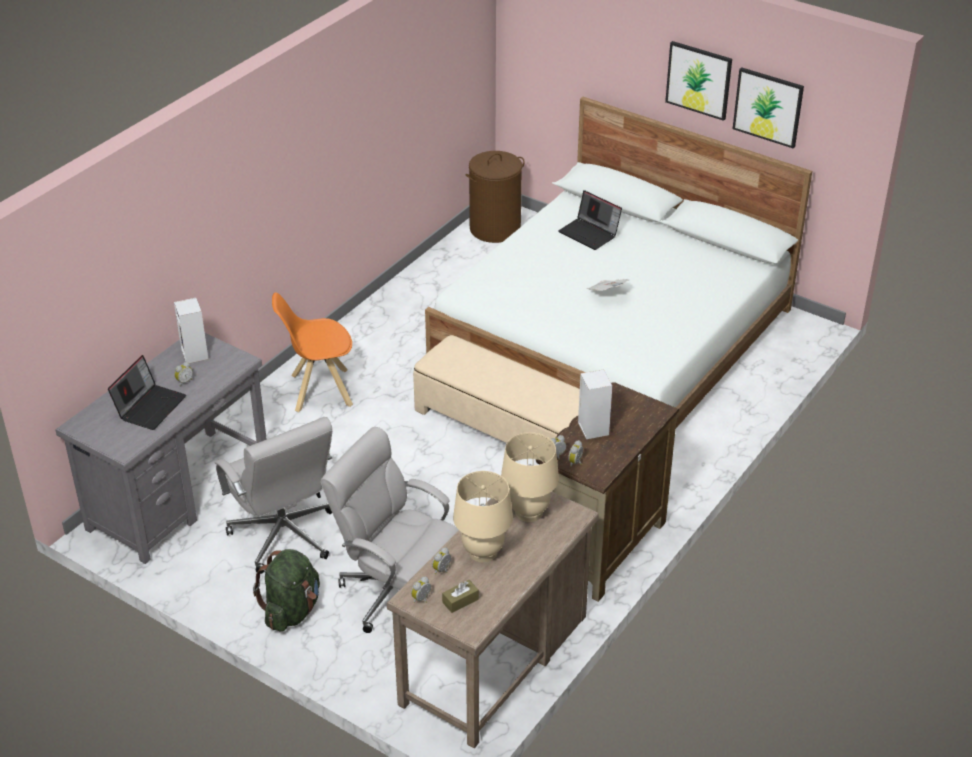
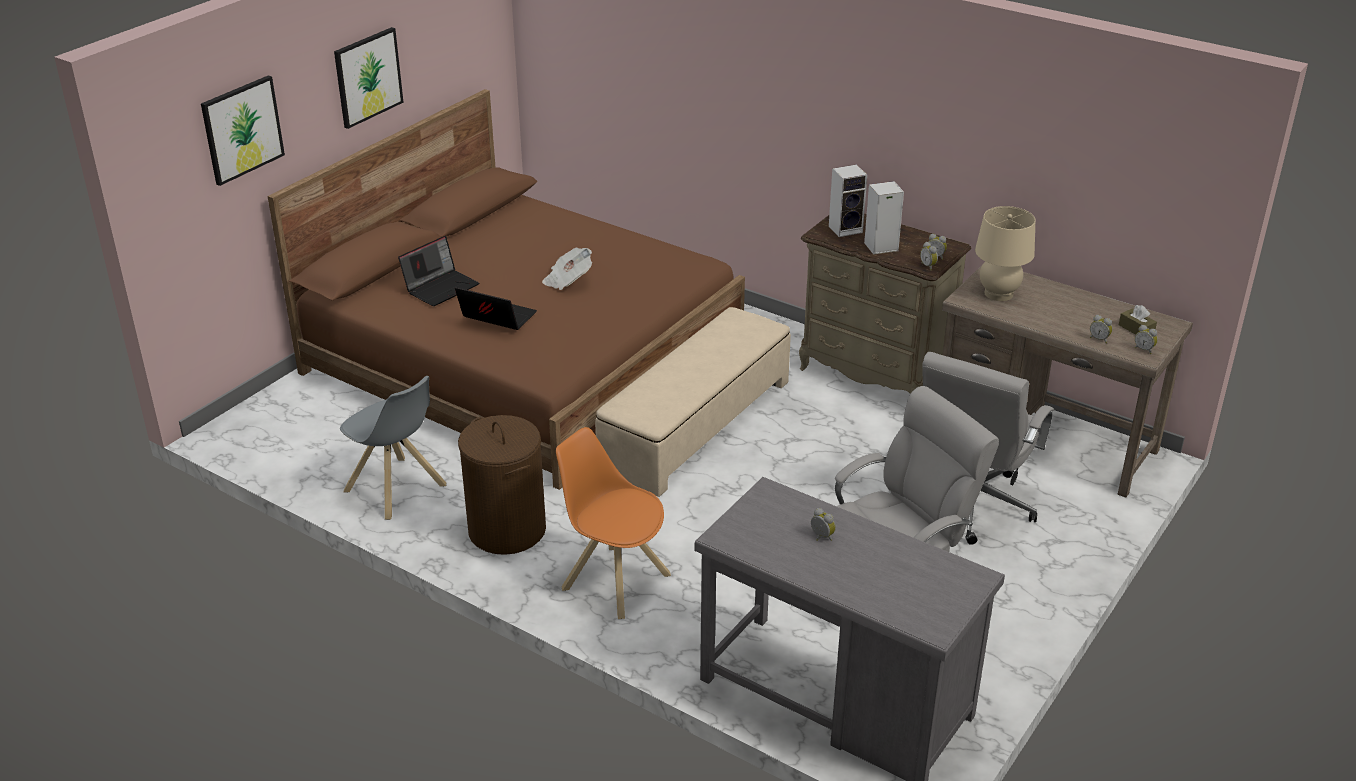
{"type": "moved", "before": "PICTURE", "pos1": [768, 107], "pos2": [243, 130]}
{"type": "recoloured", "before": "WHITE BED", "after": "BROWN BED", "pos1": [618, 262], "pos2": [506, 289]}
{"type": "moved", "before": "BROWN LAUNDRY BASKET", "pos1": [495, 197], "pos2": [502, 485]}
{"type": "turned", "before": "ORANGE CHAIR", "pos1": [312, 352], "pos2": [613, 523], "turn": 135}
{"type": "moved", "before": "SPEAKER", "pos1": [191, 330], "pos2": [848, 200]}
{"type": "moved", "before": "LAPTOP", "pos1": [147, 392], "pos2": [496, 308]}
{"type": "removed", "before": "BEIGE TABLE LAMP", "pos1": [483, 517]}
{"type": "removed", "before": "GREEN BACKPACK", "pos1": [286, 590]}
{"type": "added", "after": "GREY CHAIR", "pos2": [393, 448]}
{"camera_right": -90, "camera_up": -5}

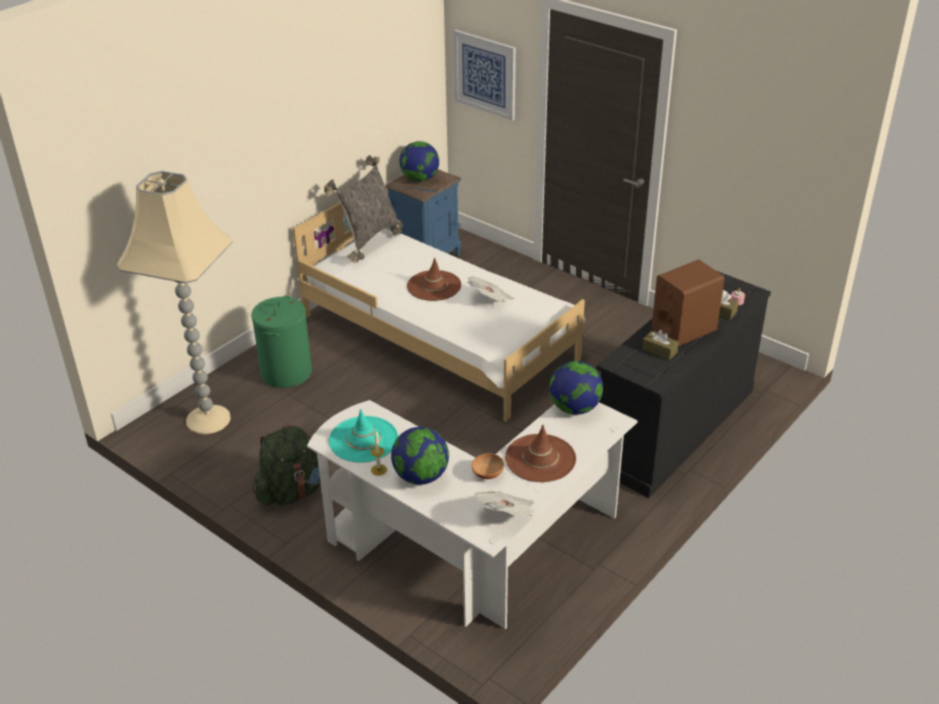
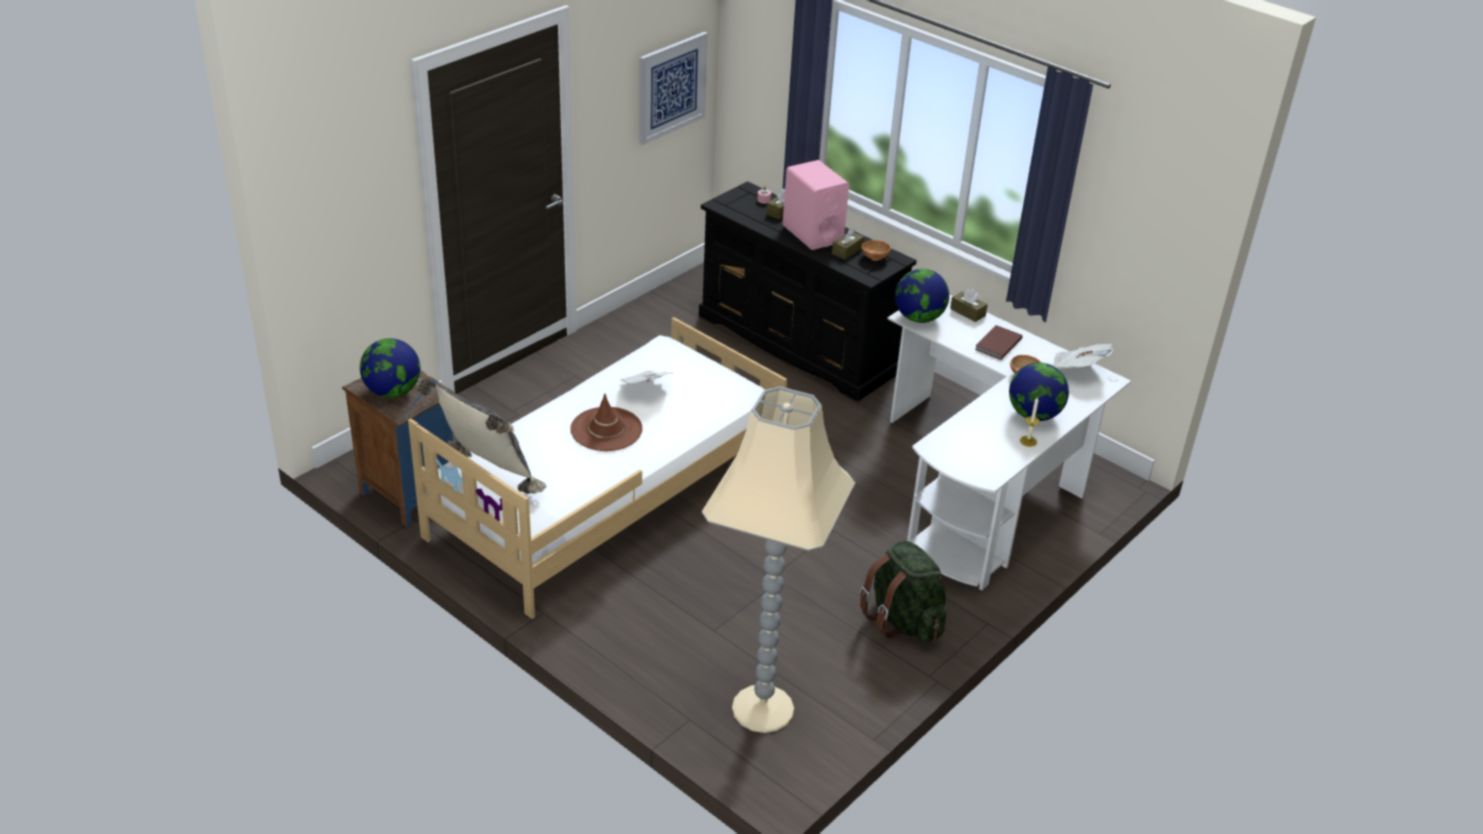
{"type": "moved", "before": "PICTURE", "pos1": [484, 75], "pos2": [673, 88]}
{"type": "recoloured", "before": "BROWN SPEAKER", "after": "PINK SPEAKER", "pos1": [688, 303], "pos2": [816, 205]}
{"type": "removed", "before": "GREEN LAUNDRY BASKET", "pos1": [281, 342]}
{"type": "removed", "before": "TURQUOISE HAT", "pos1": [363, 436]}
{"type": "replaced", "before": "BROWN HAT", "after": "BROWN BOOK", "pos1": [540, 453], "pos2": [998, 342]}
{"type": "added", "after": "BROWN BOWL", "pos2": [876, 250]}
{"type": "added", "after": "BROWN TISSUE BOX", "pos2": [969, 305]}
{"camera_right": -90, "camera_up": 0}

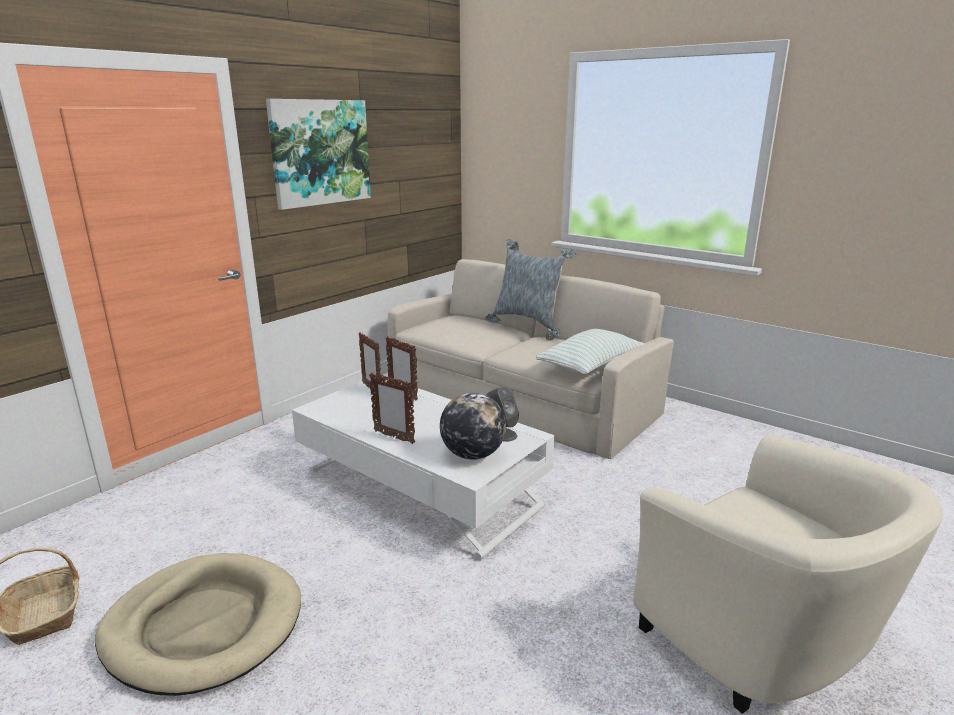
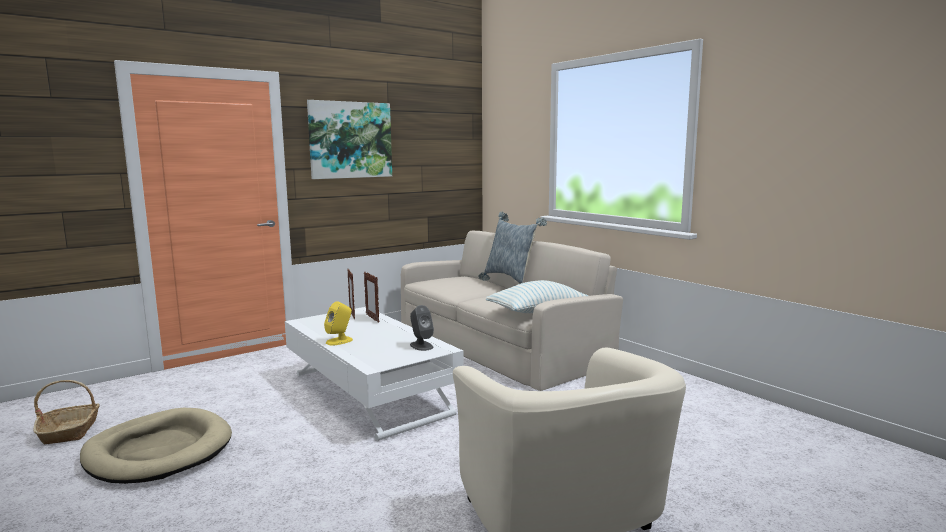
{"type": "replaced", "before": "PICTURE FRAME", "after": "YELLOW SPEAKER", "pos1": [392, 408], "pos2": [338, 323]}
{"type": "removed", "before": "GLOBE", "pos1": [473, 426]}
{"camera_right": 15, "camera_up": -10}

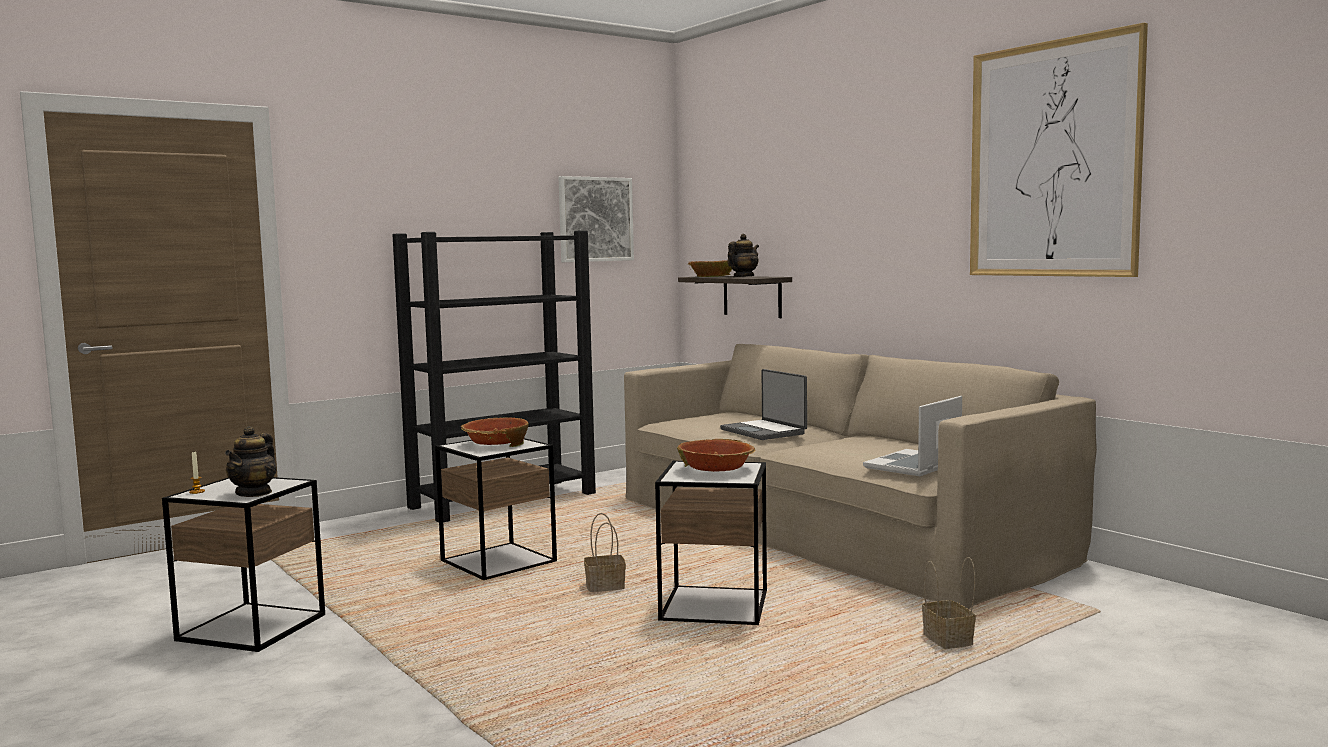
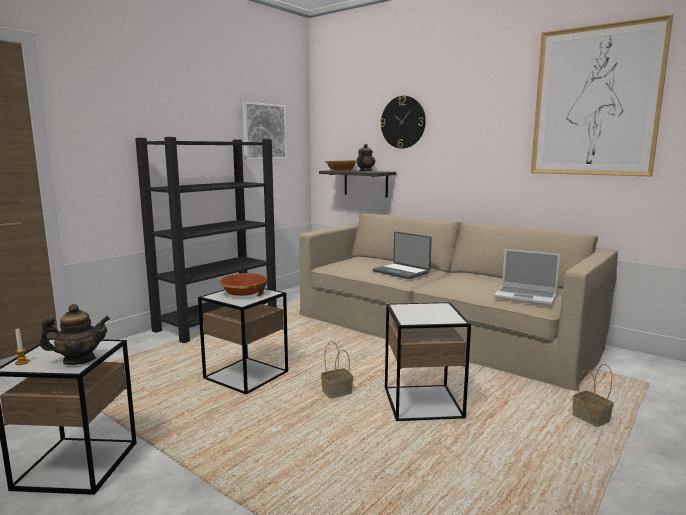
{"type": "turned", "before": "LAPTOP", "pos1": [912, 436], "pos2": [527, 277], "turn": -90}
{"type": "turned", "before": "TEAPOT", "pos1": [251, 461], "pos2": [75, 334], "turn": -105}
{"type": "removed", "before": "BOWL", "pos1": [716, 455]}
{"type": "added", "after": "WALL CLOCK", "pos2": [403, 122]}
{"camera_right": -15, "camera_up": 5}

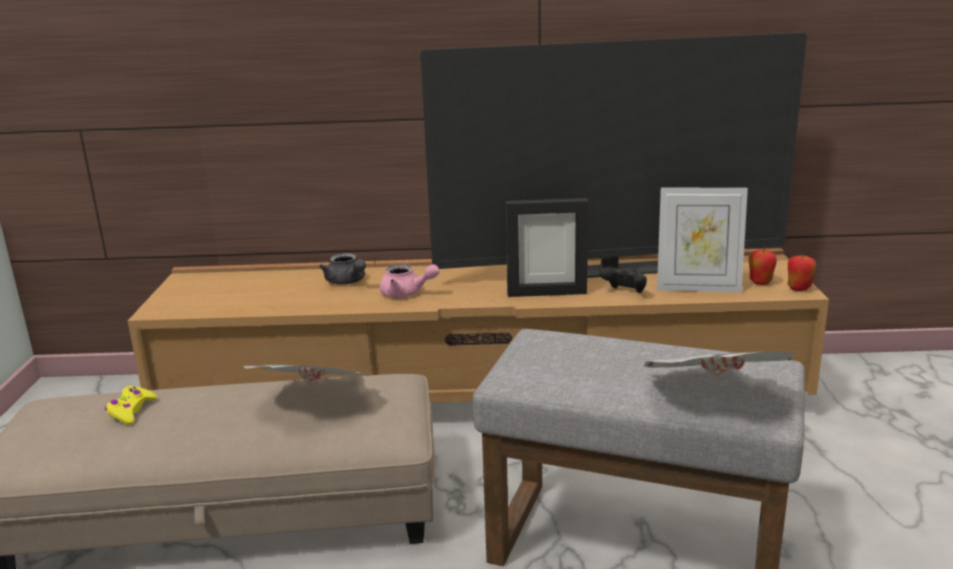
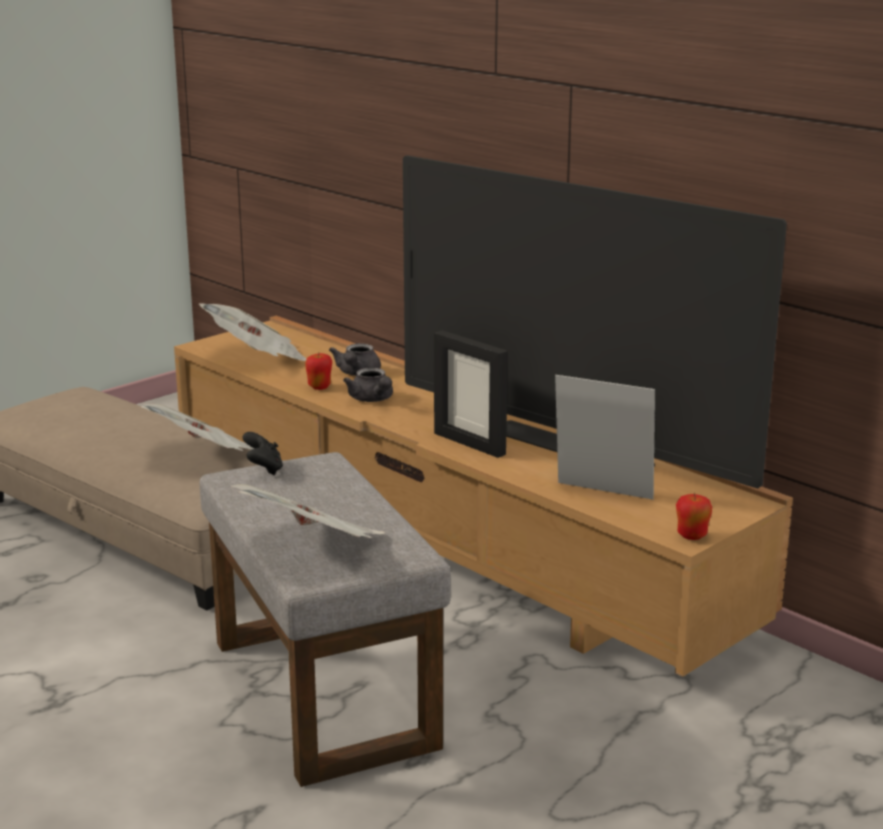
{"type": "turned", "before": "PICTURE FRAME", "pos1": [702, 239], "pos2": [605, 437], "turn": 150}
{"type": "moved", "before": "APPLE", "pos1": [763, 266], "pos2": [318, 371]}
{"type": "recoloured", "before": "PINK TEAPOT", "after": "GREY TEAPOT", "pos1": [409, 280], "pos2": [368, 385]}
{"type": "moved", "before": "BLACK GAME CONTROLLER", "pos1": [623, 280], "pos2": [262, 453]}
{"type": "removed", "before": "YELLOW GAME CONTROLLER", "pos1": [131, 405]}
{"type": "added", "after": "NEWSPAPER", "pos2": [252, 332]}
{"camera_right": 45, "camera_up": 0}

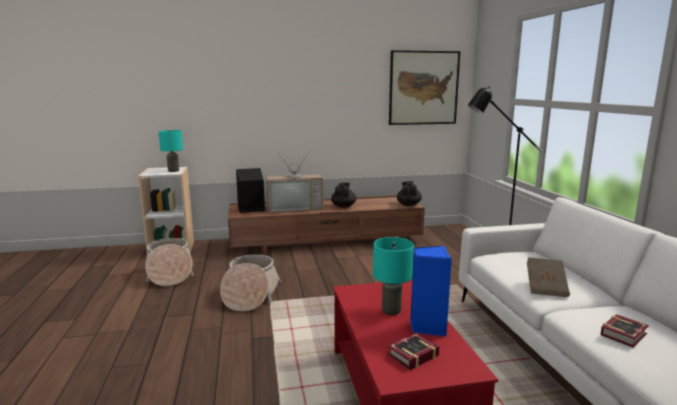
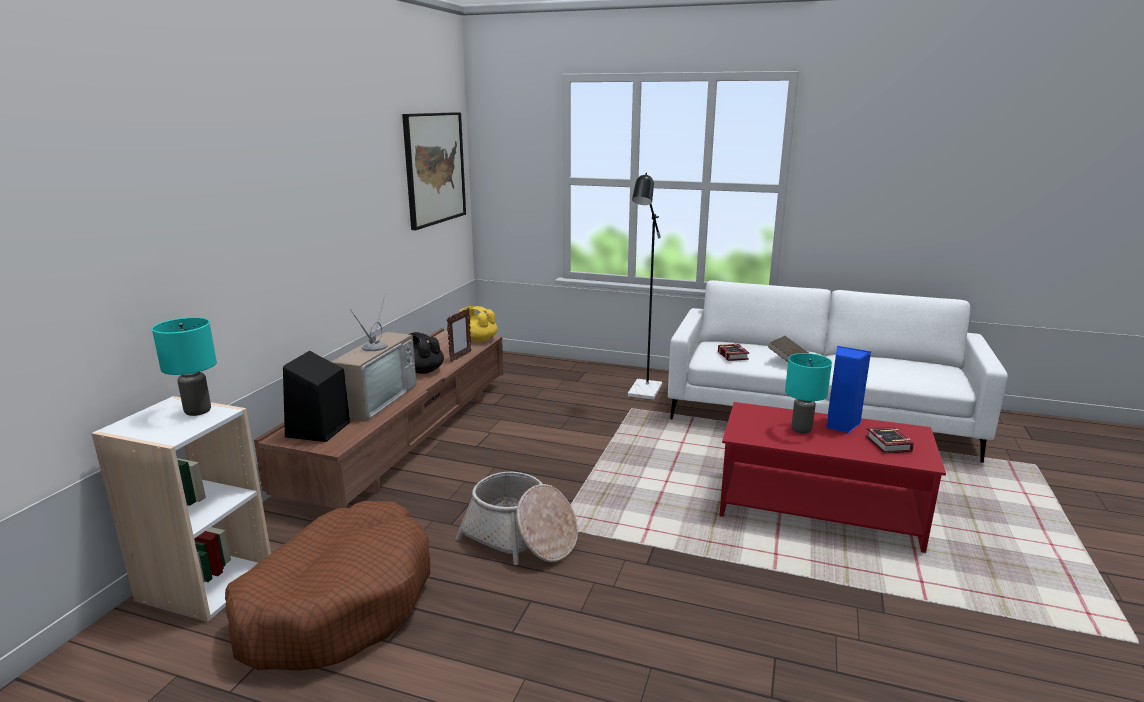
{"type": "recoloured", "before": "BLACK TEAPOT", "after": "YELLOW TEAPOT", "pos1": [409, 193], "pos2": [478, 324]}
{"type": "replaced", "before": "BASKET", "after": "BROWN DOG BED", "pos1": [169, 262], "pos2": [327, 585]}
{"type": "moved", "before": "BOOK", "pos1": [624, 331], "pos2": [733, 352]}
{"type": "added", "after": "PICTURE FRAME", "pos2": [459, 335]}
{"camera_right": -60, "camera_up": 5}

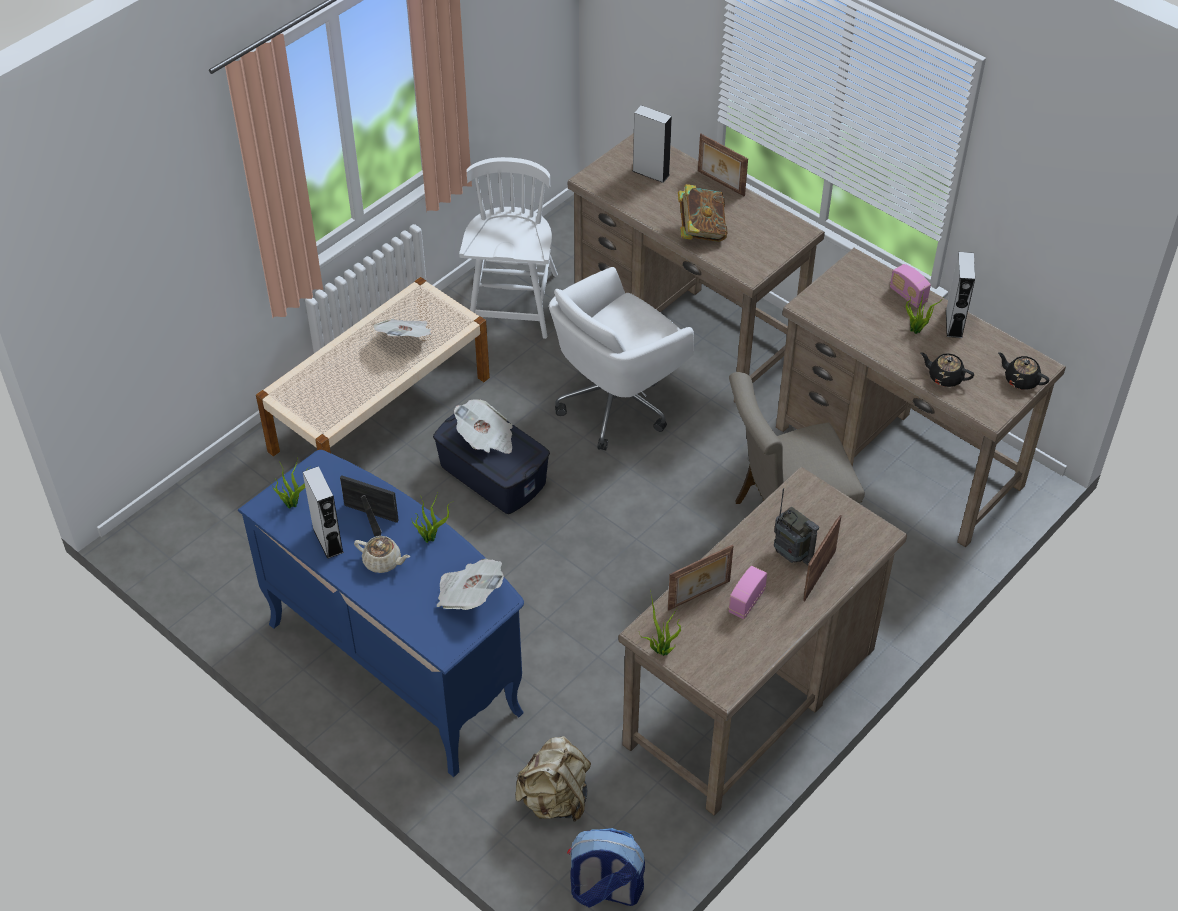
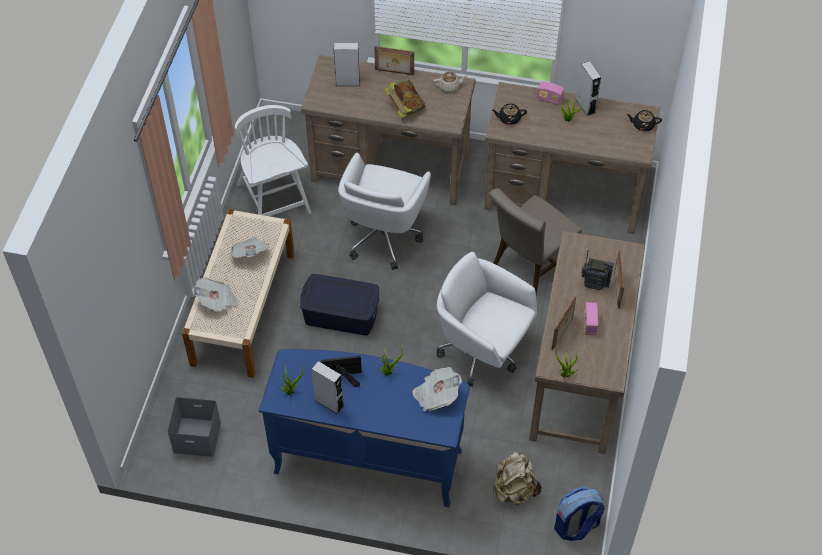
{"type": "moved", "before": "BLACK TEAPOT", "pos1": [947, 369], "pos2": [509, 114]}
{"type": "moved", "before": "NEWSPAPER", "pos1": [483, 426], "pos2": [215, 294]}
{"type": "moved", "before": "BEIGE TEAPOT", "pos1": [382, 554], "pos2": [450, 82]}
{"type": "added", "after": "WHITE OFFICE CHAIR", "pos2": [487, 319]}
{"type": "added", "after": "GREY STORAGE BOX", "pos2": [194, 427]}
{"camera_right": -30, "camera_up": 5}

